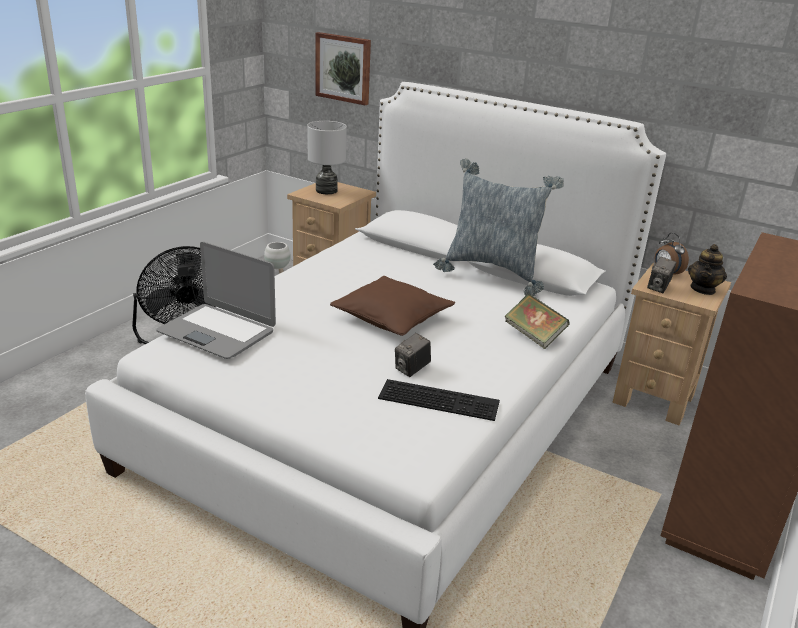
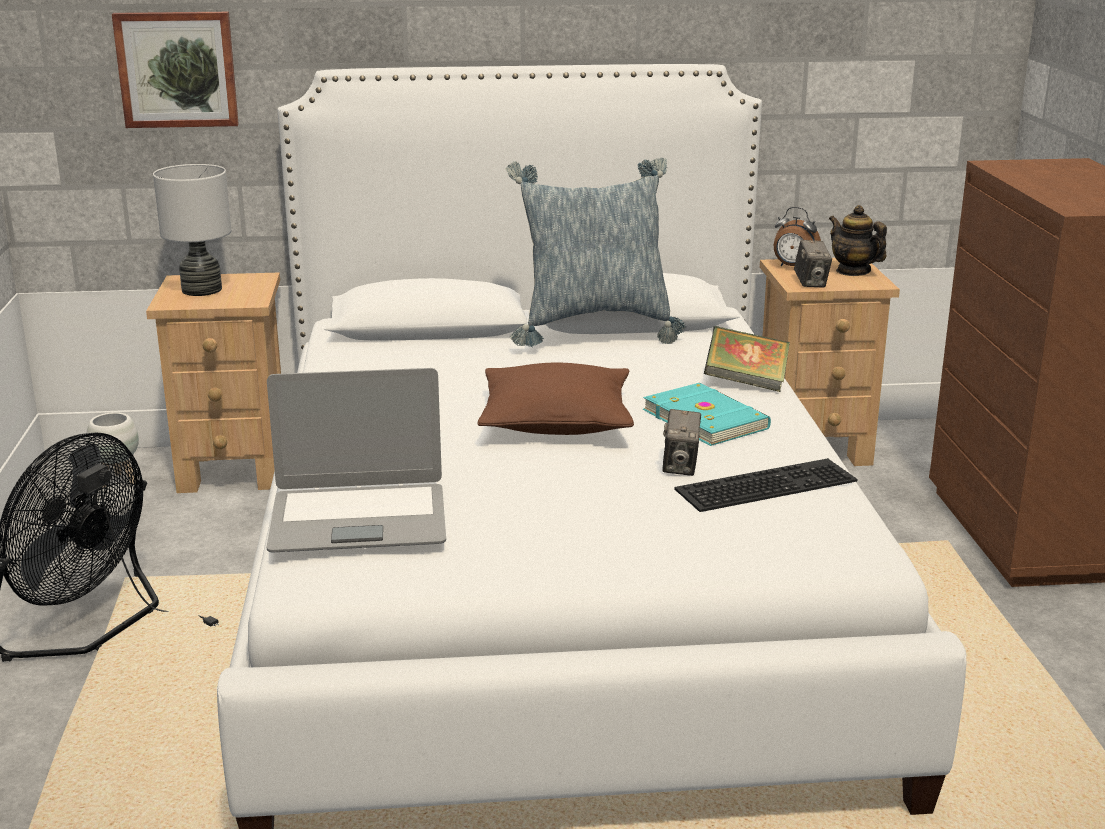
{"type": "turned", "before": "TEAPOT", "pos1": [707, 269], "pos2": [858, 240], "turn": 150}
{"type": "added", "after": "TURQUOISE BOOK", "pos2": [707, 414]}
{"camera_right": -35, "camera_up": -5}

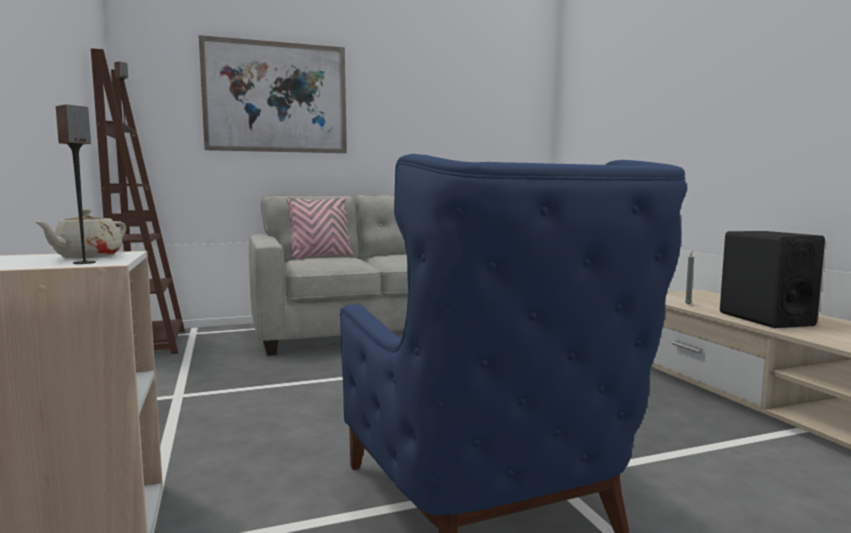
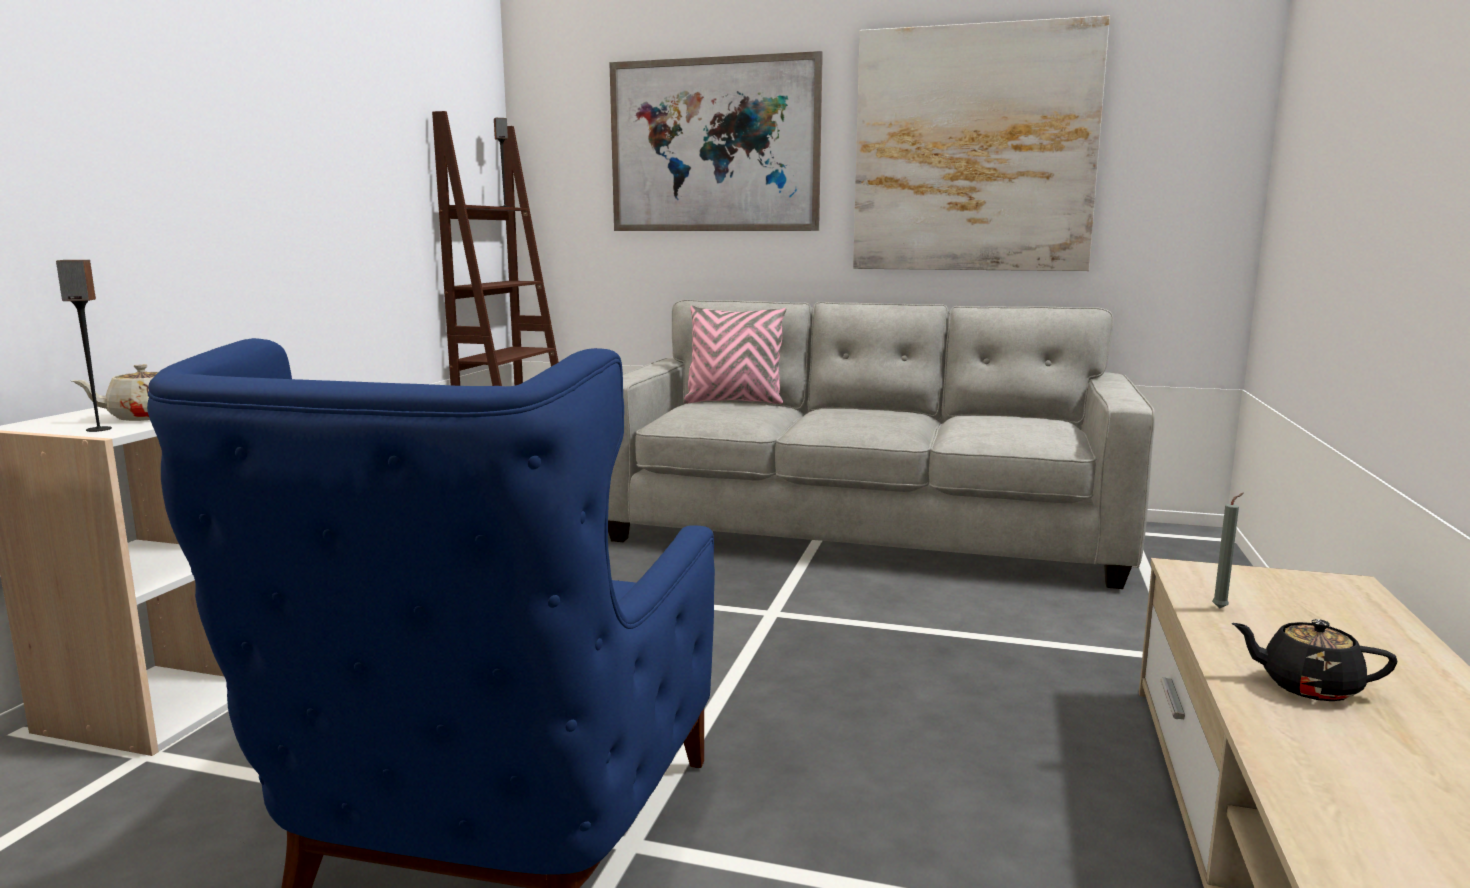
{"type": "replaced", "before": "BLACK SPEAKER", "after": "BLACK TEAPOT", "pos1": [772, 279], "pos2": [1314, 660]}
{"type": "added", "after": "PICTURE", "pos2": [981, 143]}
{"camera_right": 35, "camera_up": 5}

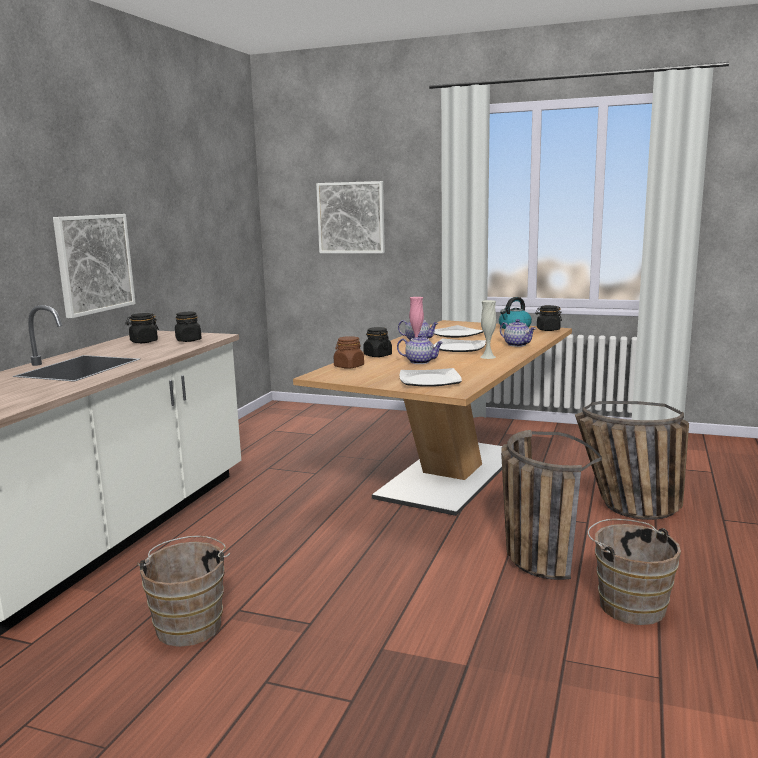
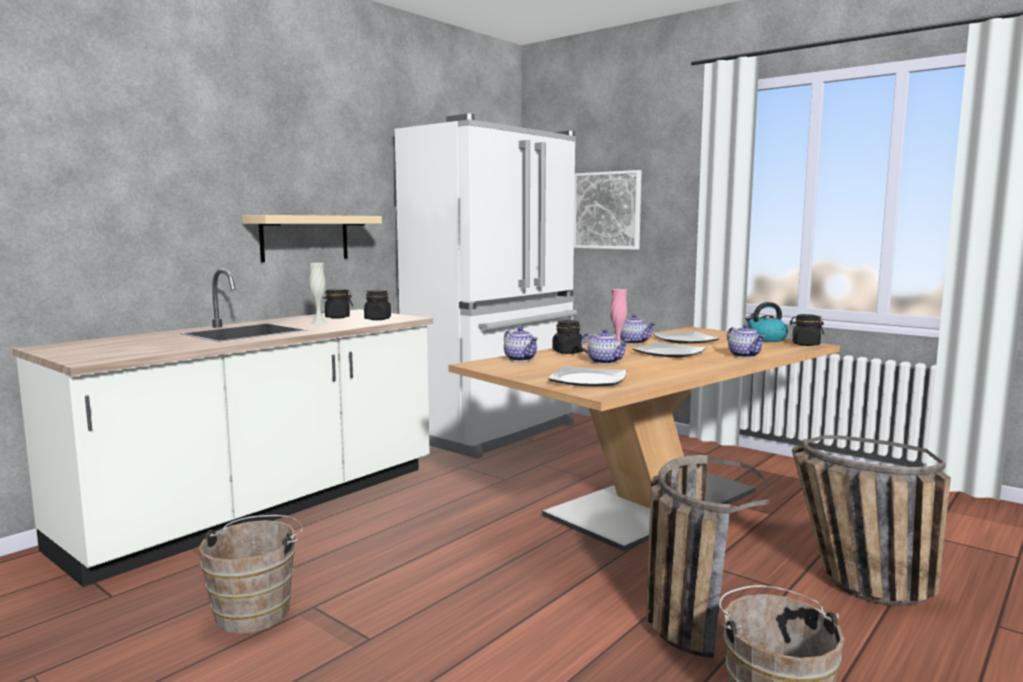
{"type": "replaced", "before": "PICTURE", "after": "BEIGE SHELF", "pos1": [94, 266], "pos2": [312, 238]}
{"type": "moved", "before": "WHITE VASE", "pos1": [488, 329], "pos2": [318, 293]}
{"type": "replaced", "before": "BROWN JAR", "after": "TEAPOT", "pos1": [349, 352], "pos2": [521, 344]}
{"type": "added", "after": "WHITE FRIDGE", "pos2": [486, 286]}
{"camera_right": 20, "camera_up": -5}

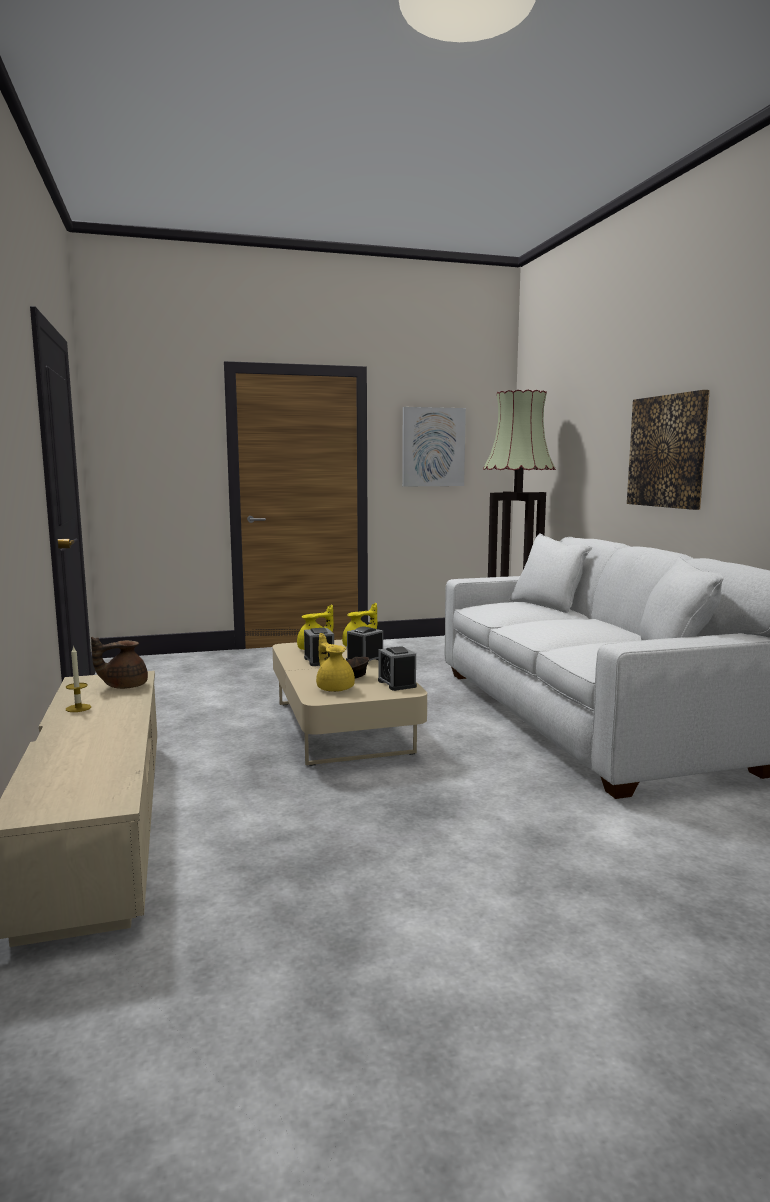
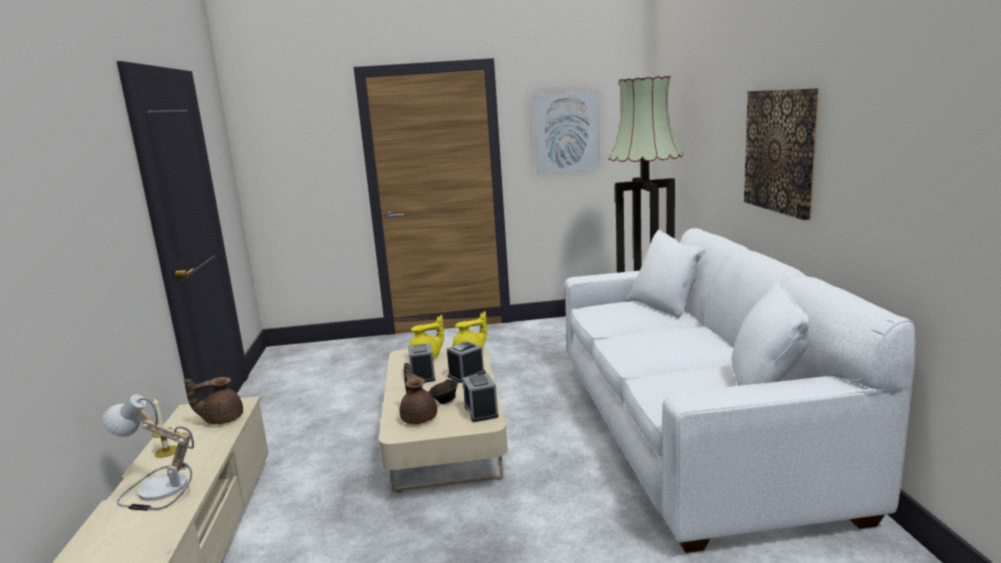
{"type": "recoloured", "before": "YELLOW TEAPOT", "after": "BROWN TEAPOT", "pos1": [335, 662], "pos2": [418, 393]}
{"type": "added", "after": "TABLE LAMP", "pos2": [148, 452]}
{"camera_right": 10, "camera_up": 5}

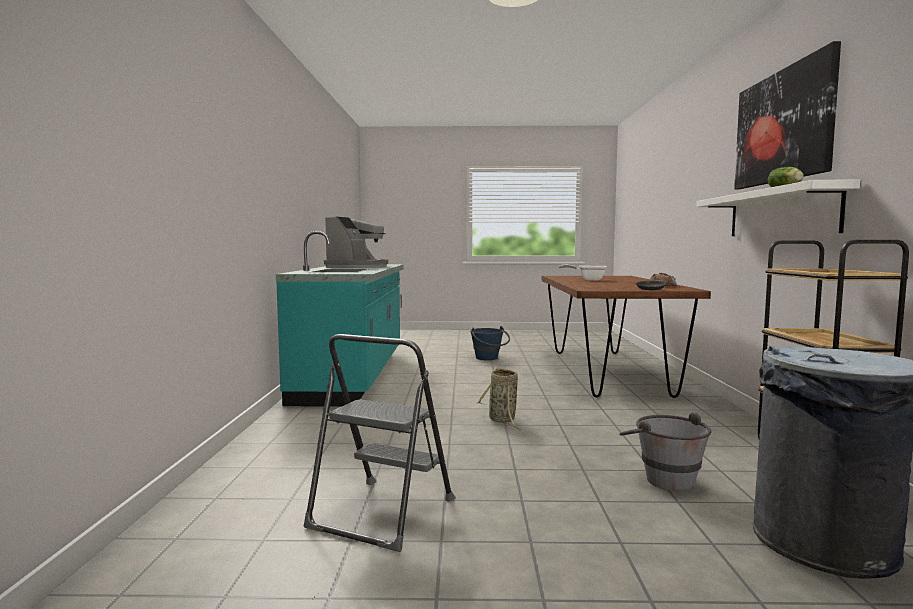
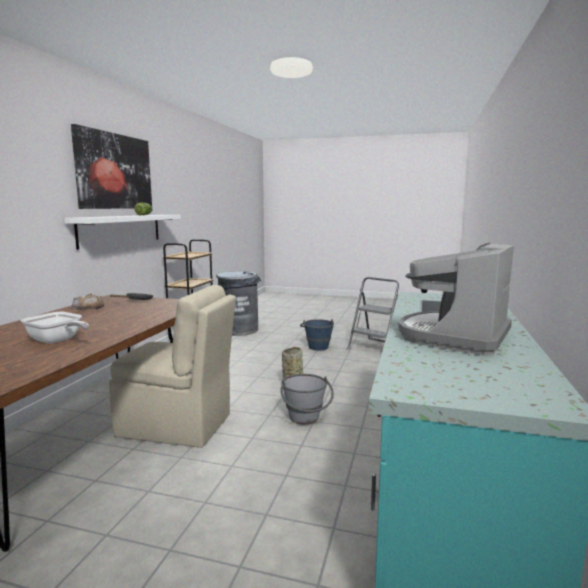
{"type": "moved", "before": "BLUE BUCKET", "pos1": [490, 343], "pos2": [317, 335]}
{"type": "moved", "before": "GREY BUCKET", "pos1": [665, 451], "pos2": [307, 399]}
{"type": "added", "after": "BEIGE CHAIR", "pos2": [172, 366]}
{"camera_right": -165, "camera_up": 5}

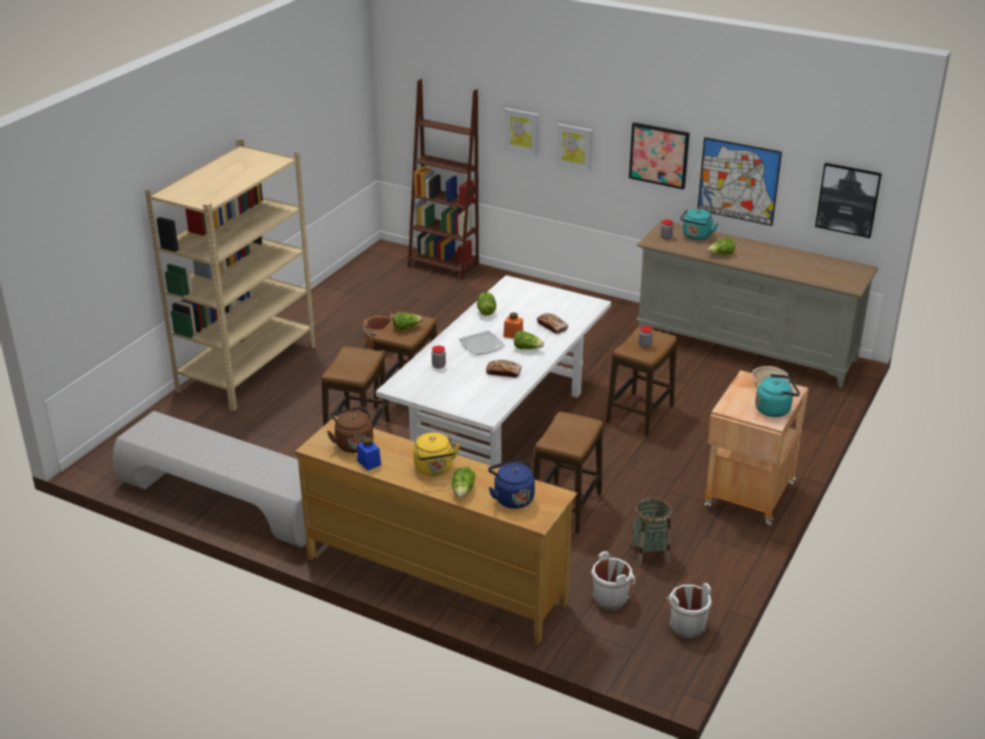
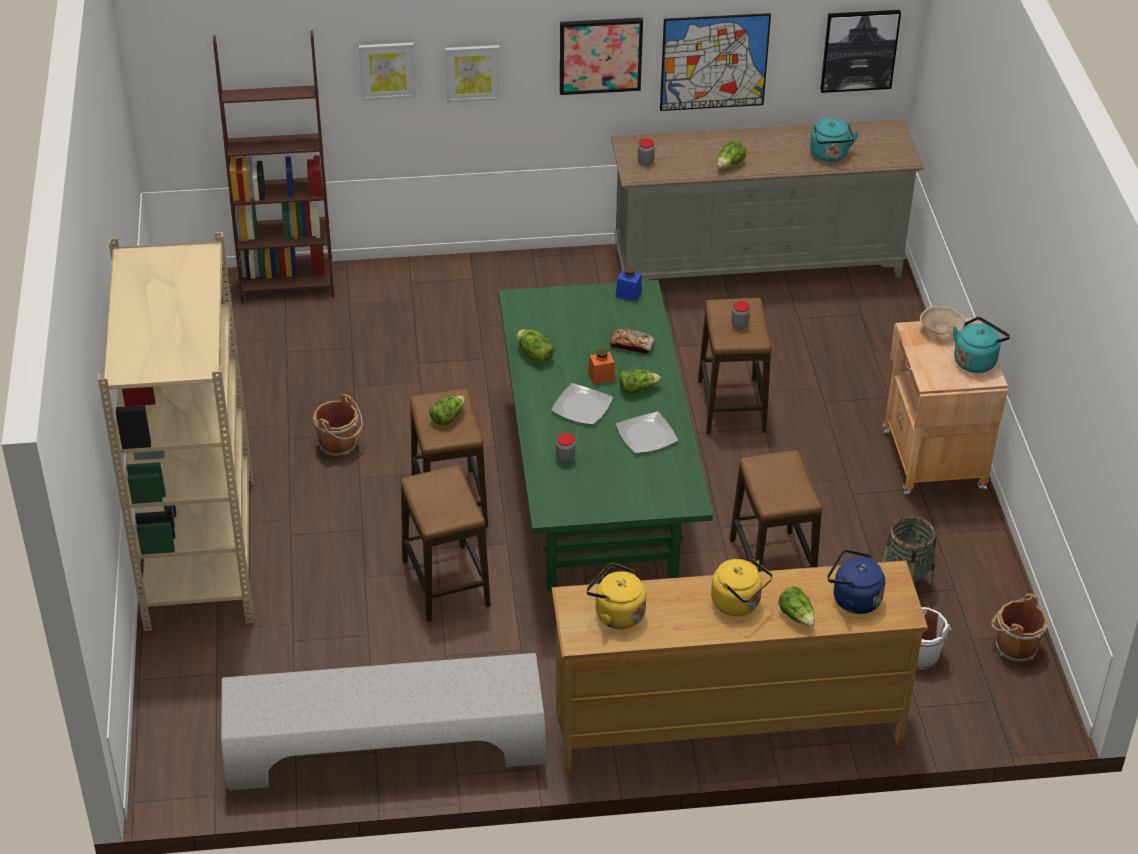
{"type": "moved", "before": "TURQUOISE KETTLE", "pos1": [699, 224], "pos2": [834, 140]}
{"type": "recoloured", "before": "WHITE DINING TABLE", "after": "GREEN DINING TABLE", "pos1": [493, 371], "pos2": [606, 435]}
{"type": "replaced", "before": "BREAD", "after": "PLATE", "pos1": [504, 369], "pos2": [647, 432]}
{"type": "recoloured", "before": "BROWN KETTLE", "after": "YELLOW KETTLE", "pos1": [350, 429], "pos2": [616, 596]}
{"type": "moved", "before": "BLUE JAR", "pos1": [369, 454], "pos2": [629, 284]}
{"type": "recoloured", "before": "WHITE BUCKET", "after": "BROWN BUCKET", "pos1": [688, 610], "pos2": [1019, 628]}
{"camera_right": -35, "camera_up": 10}

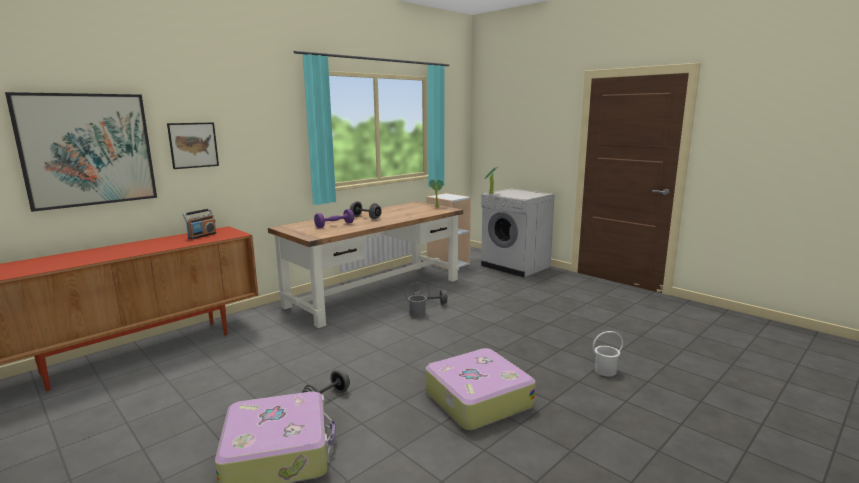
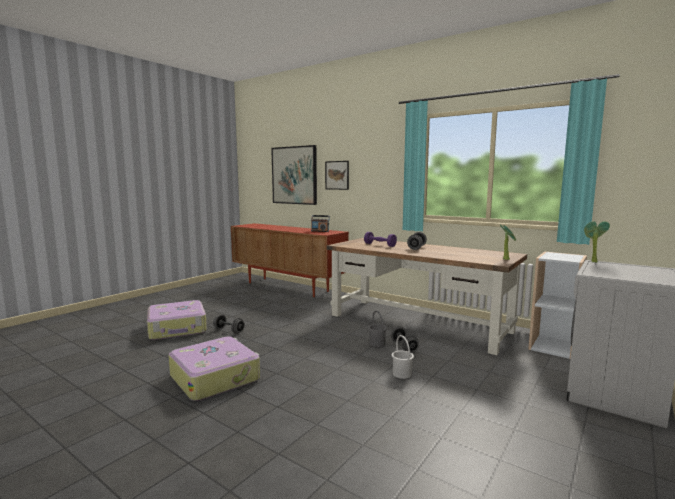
{"type": "moved", "before": "WHITE BUCKET", "pos1": [608, 353], "pos2": [403, 357]}
{"camera_right": 80, "camera_up": -5}

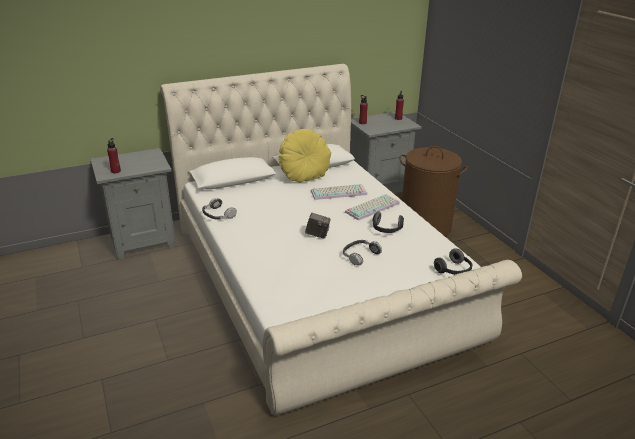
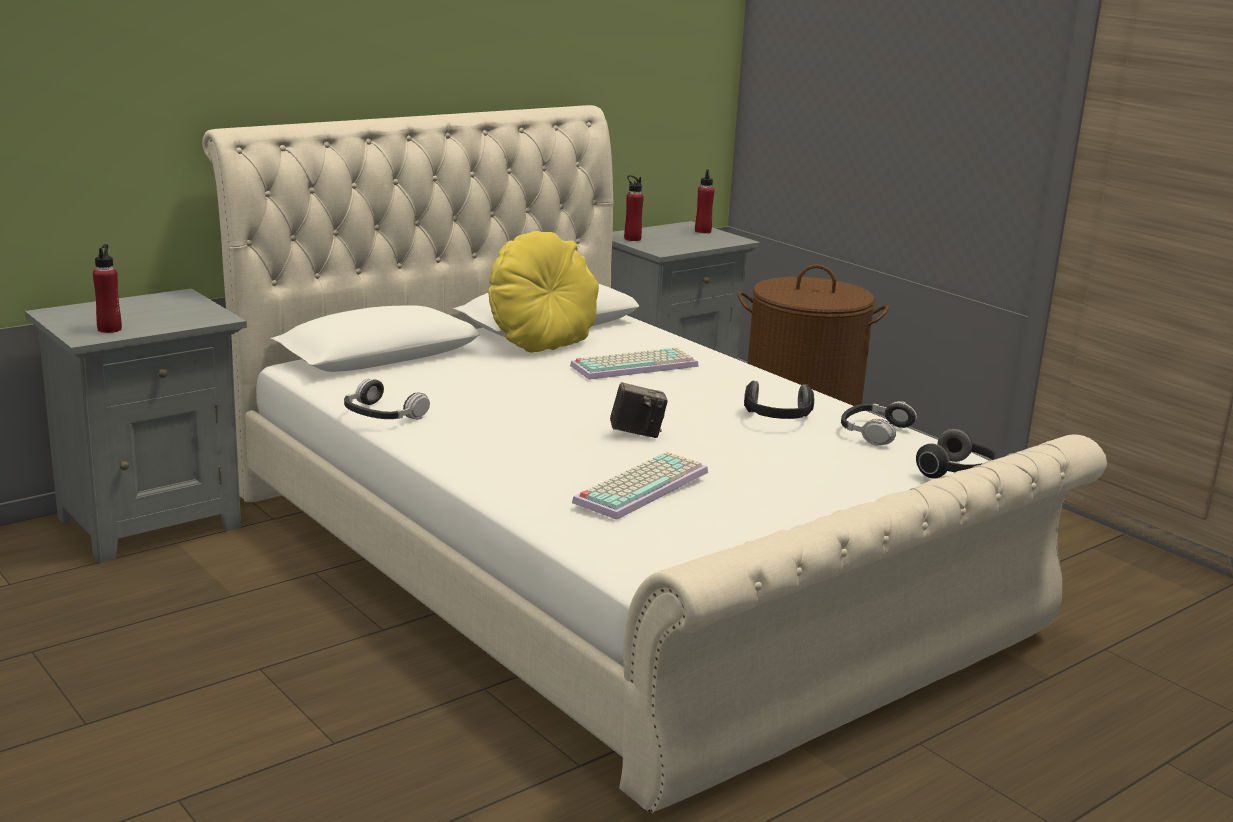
{"type": "moved", "before": "KEYBOARD", "pos1": [372, 207], "pos2": [640, 486]}
{"type": "moved", "before": "HEADPHONES", "pos1": [362, 252], "pos2": [879, 423]}
{"camera_right": -15, "camera_up": -10}

